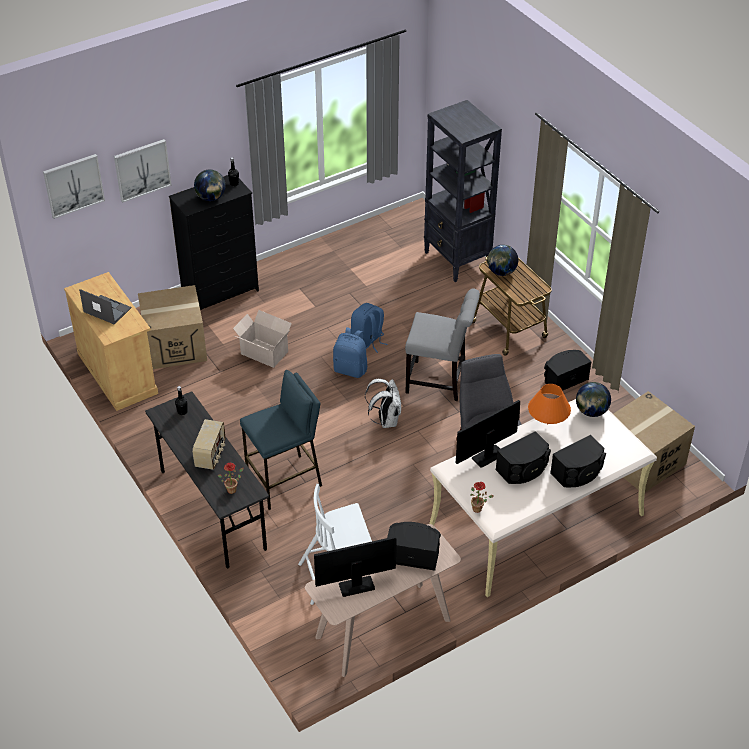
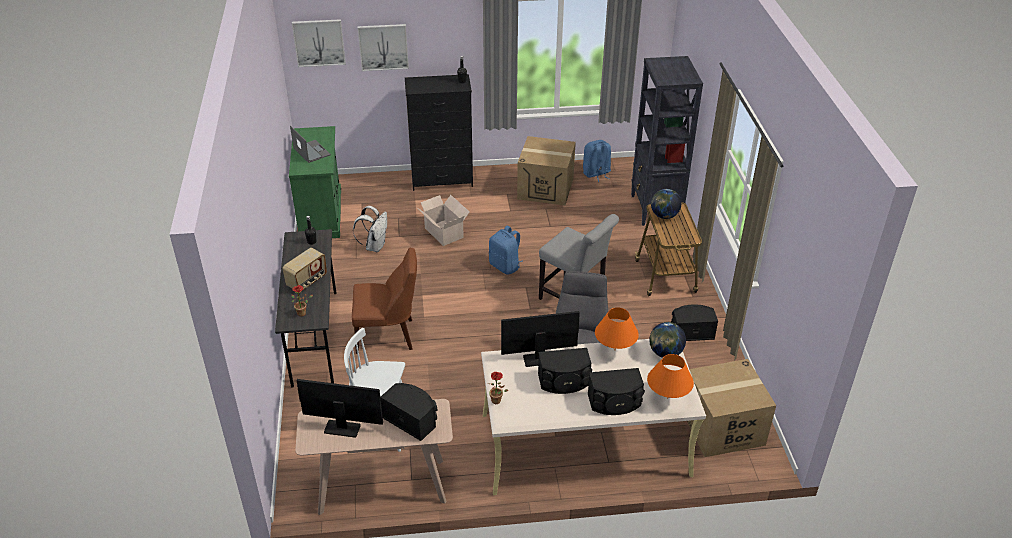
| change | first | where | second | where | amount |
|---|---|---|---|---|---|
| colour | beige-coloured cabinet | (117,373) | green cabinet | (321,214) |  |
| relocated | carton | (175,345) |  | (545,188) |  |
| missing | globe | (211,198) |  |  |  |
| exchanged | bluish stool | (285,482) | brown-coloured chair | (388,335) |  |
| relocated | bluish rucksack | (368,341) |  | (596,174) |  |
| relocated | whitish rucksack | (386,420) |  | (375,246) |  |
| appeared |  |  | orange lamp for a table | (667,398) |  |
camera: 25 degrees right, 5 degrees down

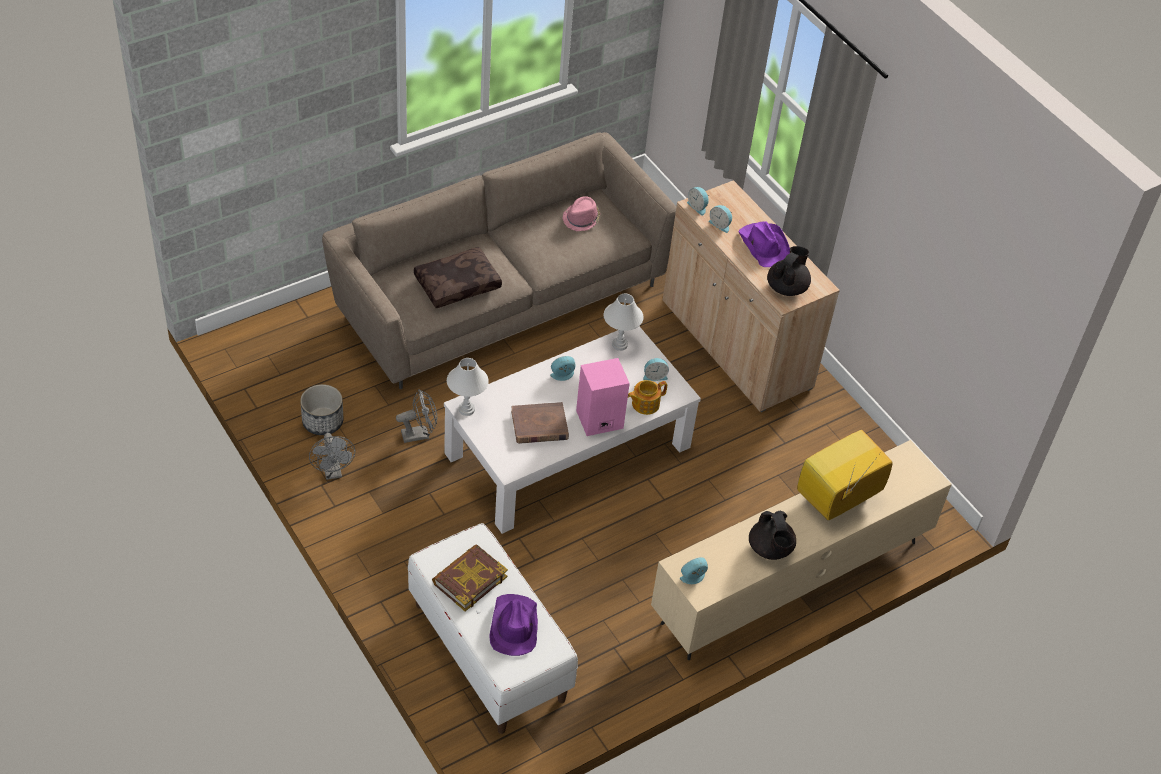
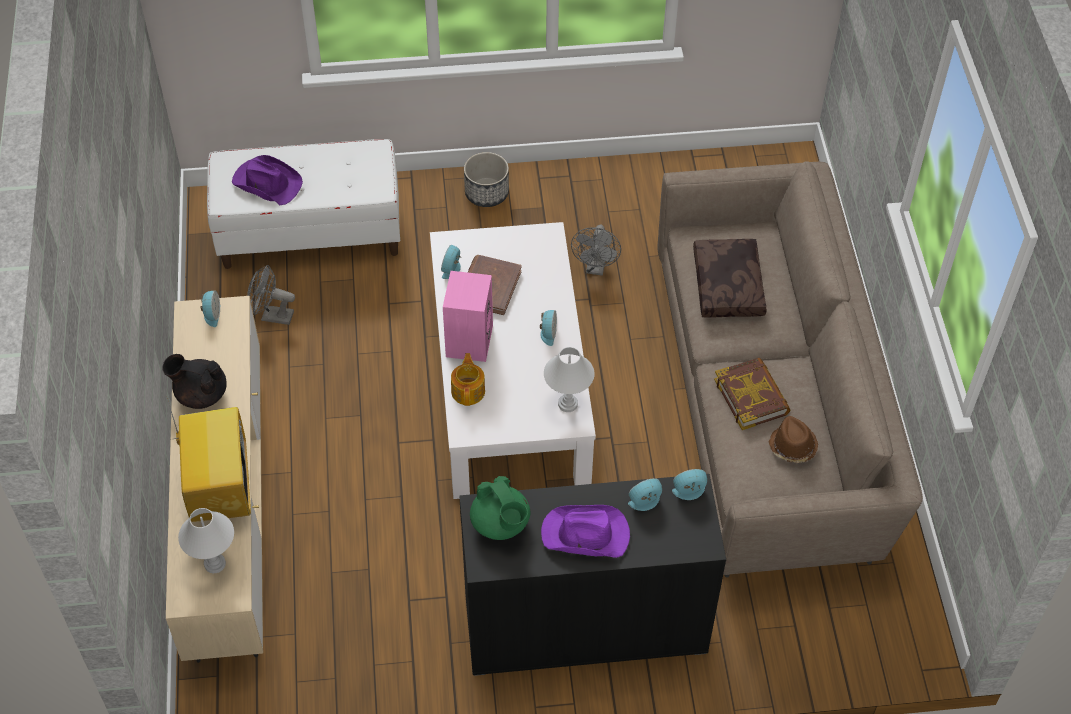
| change | first | where | second | where | amount |
|---|---|---|---|---|---|
| relocated | plant pot | (322,421) |  | (487,192) |  |
| relocated | grey cooling fan | (333,472) |  | (272,316) |  |
| relocated | book | (469,580) |  | (751,396) |  |
| relocated | whitish lamp for a table | (467,409) |  | (214,564) |  |
| colour | pinkish wearable hat | (581,219) | brown-coloured wearable hat | (792,446) |  |
| relocated | table clock | (654,376) |  | (452,269) |  |
| colour | beige-coloured cabinet | (736,345) | black cabinet | (584,623) |  |
| colour | black teapot | (787,287) | green teapot | (501,524) |  |
camera: 120 degrees right, 5 degrees up

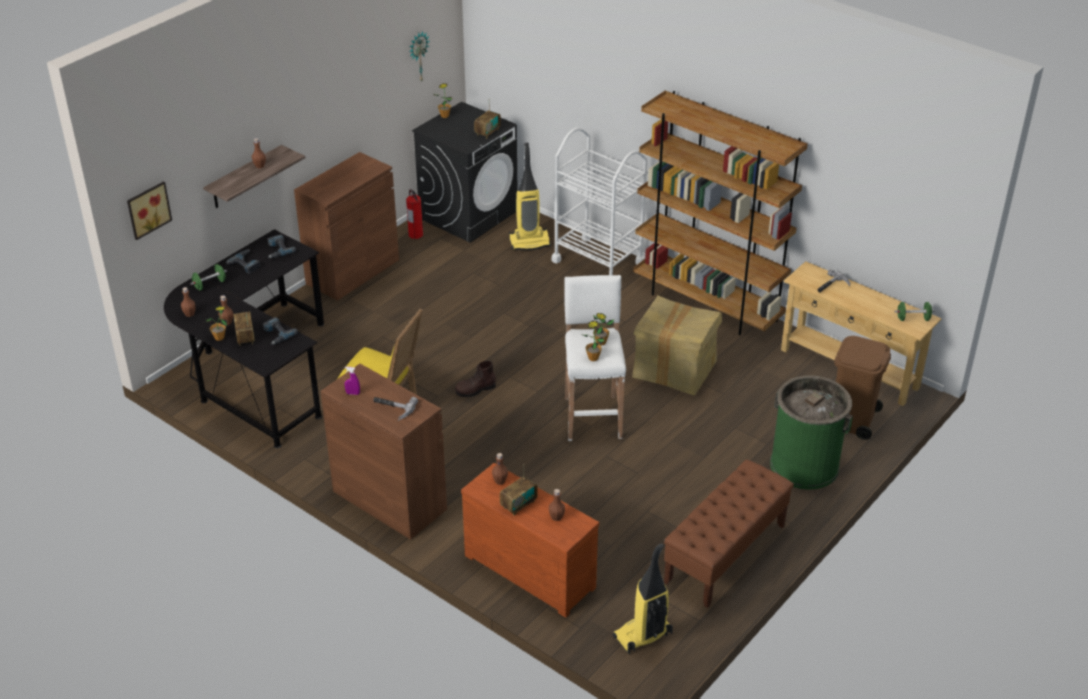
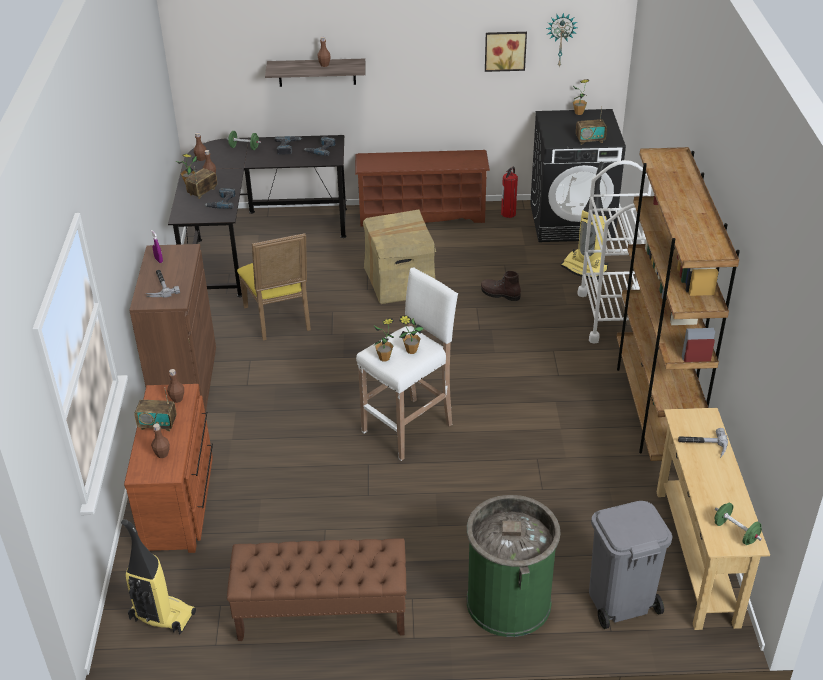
| change | first | where | second | where | amount |
|---|---|---|---|---|---|
| relocated | wall art | (147,209) |  | (505,50) |  |
| exchanged | brown-coloured cabinet | (352,272) | brown-coloured shoe stand | (422,214) |  |
| relocated | brown-coloured high-top boot | (475,390) |  | (500,294) |  |
| relocated | carton | (675,370) |  | (400,282) |  |
| colour | brown-coloured rubbish bin | (852,420) | grey rubbish bin | (620,601) |  |
camera: 50 degrees right, 0 degrees up

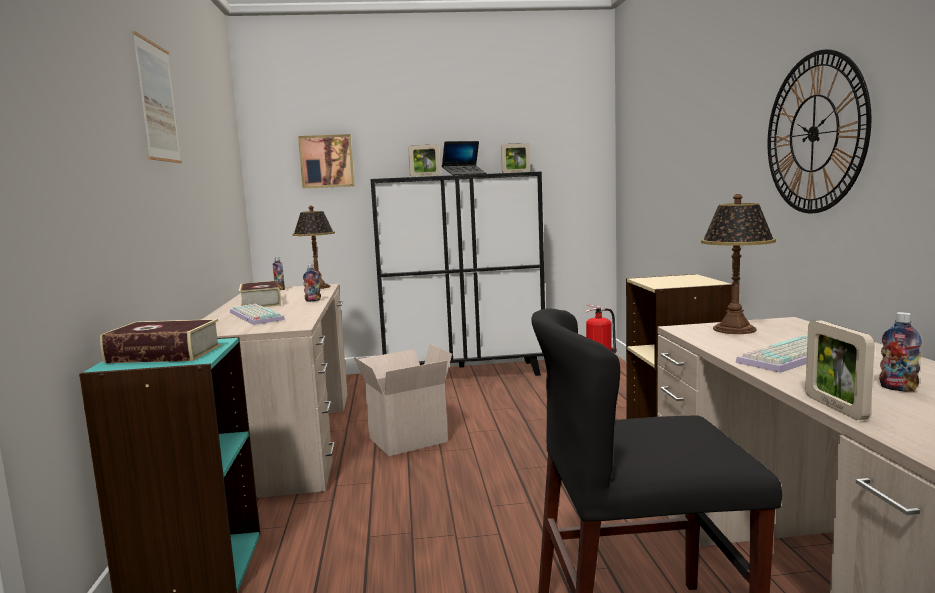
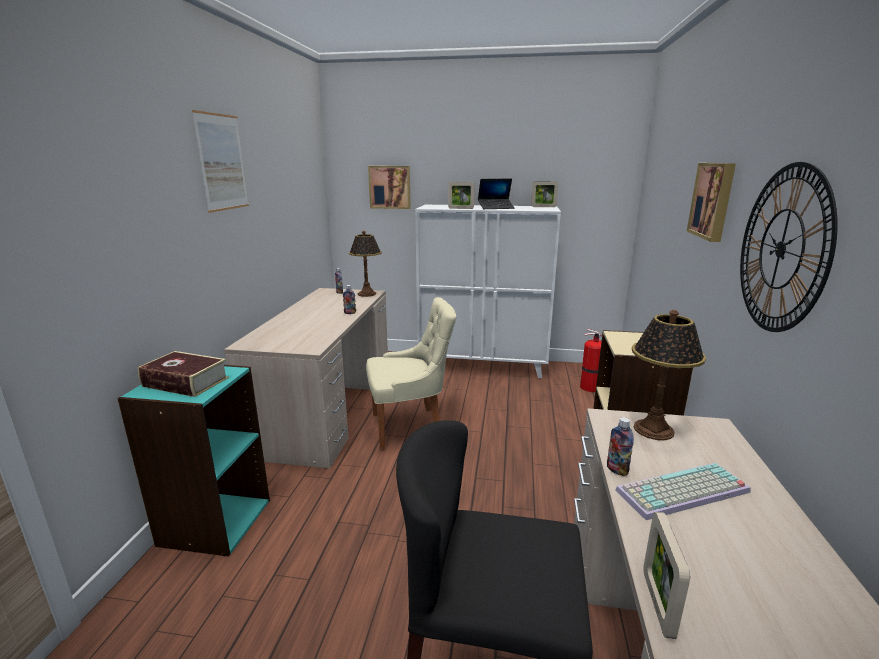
| change | first | where | second | where | amount |
|---|---|---|---|---|---|
| missing | computer keyboard | (254,316) |  |  |  |
| missing | book | (261,302) |  |  |  |
| exchanged | carton | (408,439) | beige-coloured chair | (410,427) |  |
| colour | black cabinet | (464,373) | whitish cabinet | (483,366) |  |
| relocated | beverage bottle | (898,388) |  | (617,470) |  |
| appeared |  |  | wall art | (713,200) |  |
camera: 15 degrees right, 10 degrees up

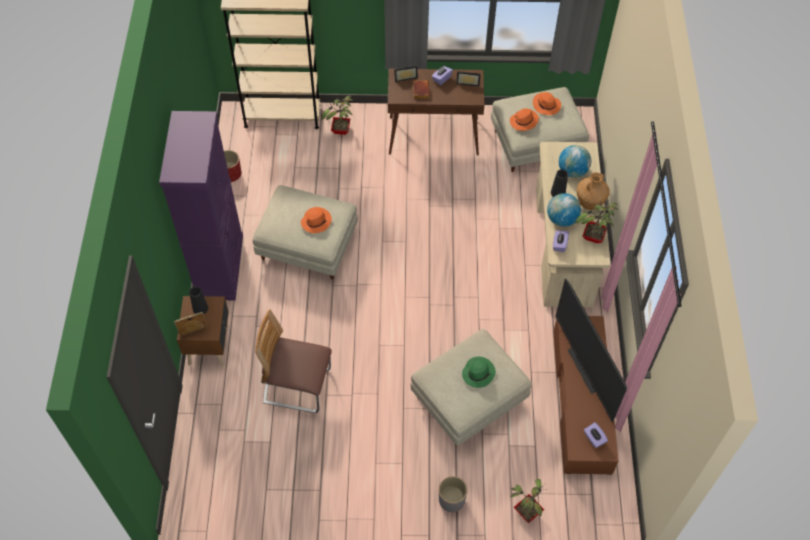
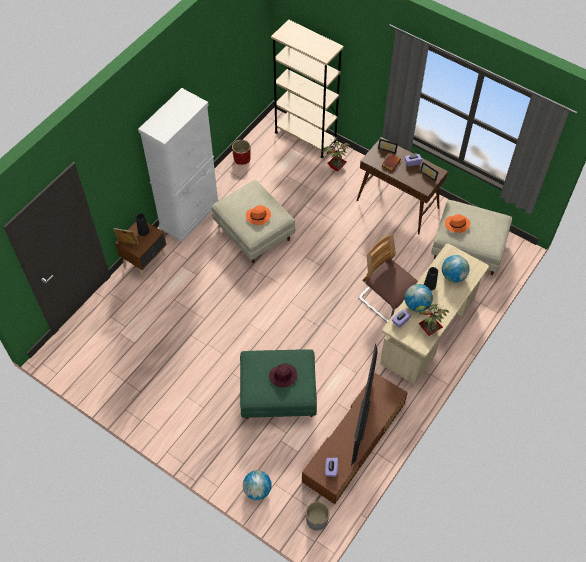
| change | first | where | second | where | amount |
|---|---|---|---|---|---|
| colour | purple-coloured cabinet | (220,266) | whitish cabinet | (189,215) |  |
| relocated | chair | (297,386) |  | (386,300) |  |
| colour | beige-coloured ottoman | (468,400) | green ottoman | (277,394) |  |
| relocated | grey plant pot | (451,500) |  | (317,520) |  |
| colour | green wearable hat | (478,373) | purple-coloured wearable hat | (283,376) |  |
| exchanged | potted plant | (526,511) | globe | (257,490) |  |
| missing | orange wearable hat | (546,105) |  |  |  |
| missing | brown-coloured decorative vase | (589,203) |  |  |  |
camera: 35 degrees right, 0 degrees up

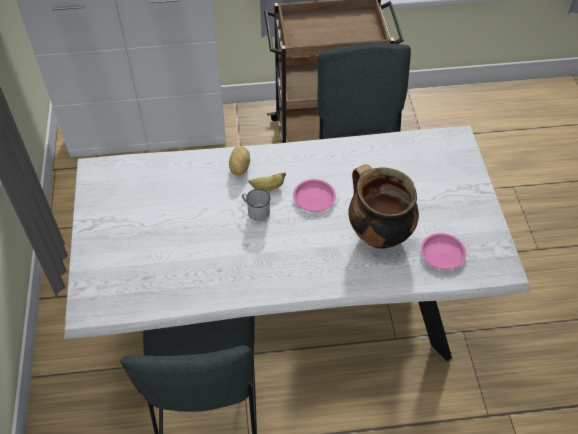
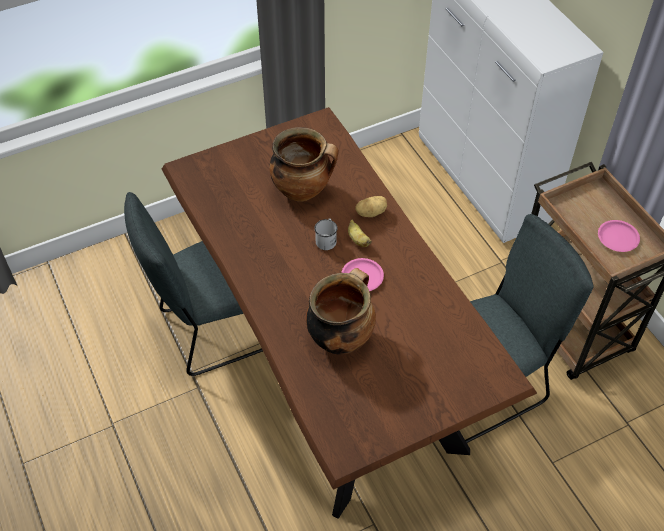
| change | first | where | second | where | amount |
|---|---|---|---|---|---|
| colour | whitish kitchen table | (288,311) | brown-coloured kitchen table | (332,360) |  |
| relocated | pinkish dinner plate | (443,253) |  | (618,238) |  |
| appeared |  |  | cooking pot | (303,190) |  |
camera: 70 degrees right, 0 degrees up

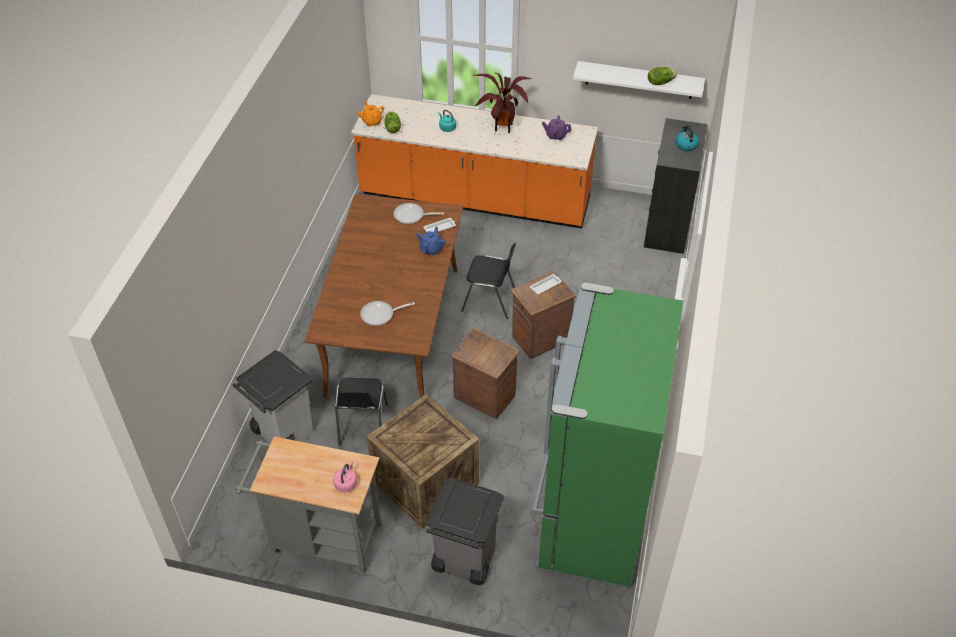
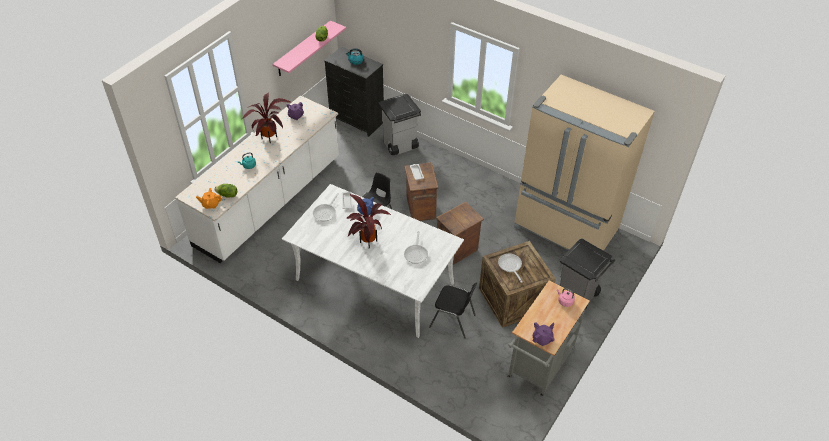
| change | first | where | second | where | amount |
|---|---|---|---|---|---|
| relocated | grey rubbish bin | (282,432) |  | (399,146) |  |
| colour | brown-coloured kitchen table | (394,331) | whitish kitchen table | (375,281) |  |
| colour | orange kitchen counter | (475,199) | whitish kitchen counter | (269,202) |  |
| colour | green refrigerator | (591,517) | beige-coloured refrigerator | (565,229) |  |
| colour | whitish shelf | (639,80) | pinkish shelf | (303,49) |  |
| appeared |  |  | potted plant | (366,242) |  |
| appeared |  |  | skillet | (510,266) |  |
| appeared |  |  | purple-coloured teapot | (542,339) |  |
camera: 70 degrees left, 0 degrees up

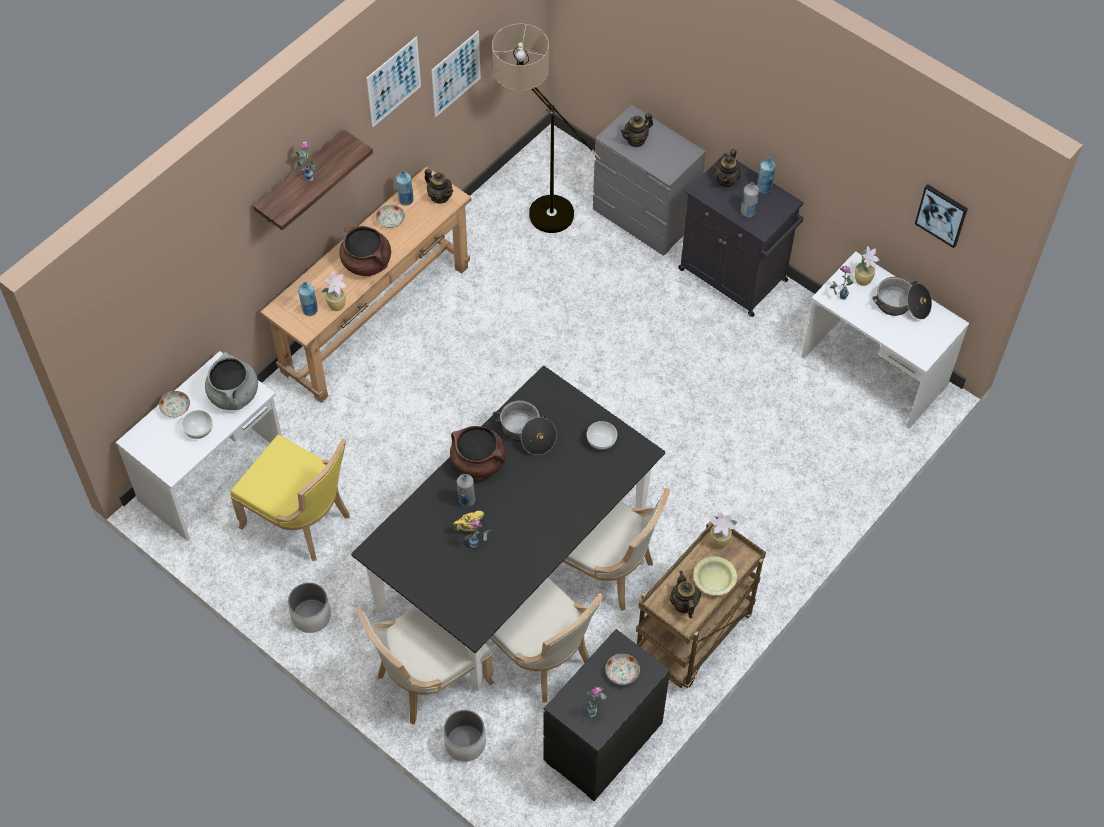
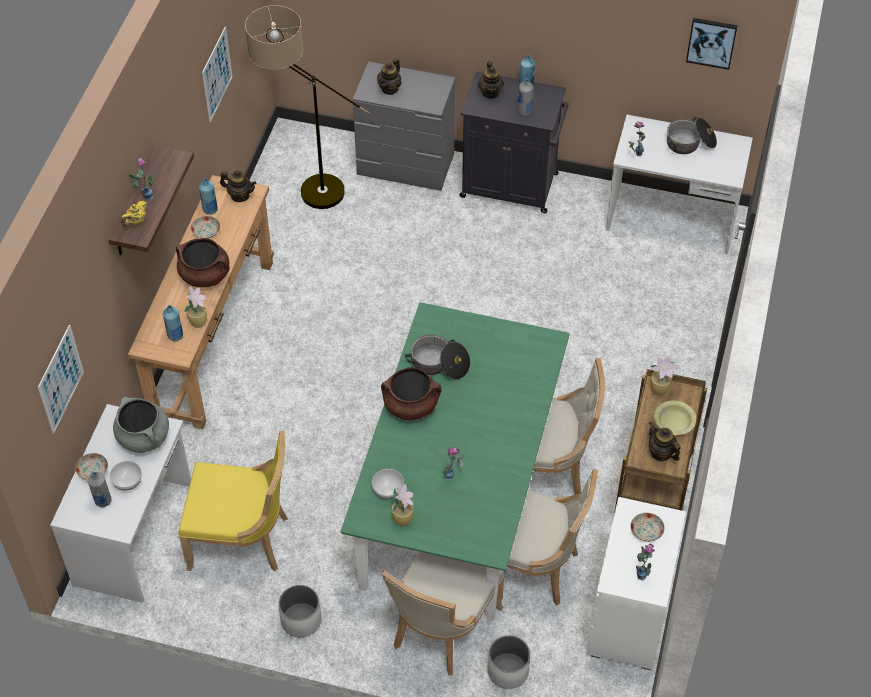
| change | first | where | second | where | amount |
|---|---|---|---|---|---|
| colour | black kitchen table | (512,562) | green kitchen table | (459,496) |  |
| relocated | wall art | (394,82) |  | (60,379) |  |
| relocated | yellow-coloured teapot | (468,527) |  | (136,222) |  |
| relocated | grey beverage bottle | (466,500) |  | (103,501) |  |
| colour | black dresser | (602,743) | whitish dresser | (628,617) |  |
| relocated | bowl | (601,441) |  | (388,490) |  |
| relocated | potted plant | (863,279) |  | (403,518) |  |
camera: 25 degrees left, 5 degrees down

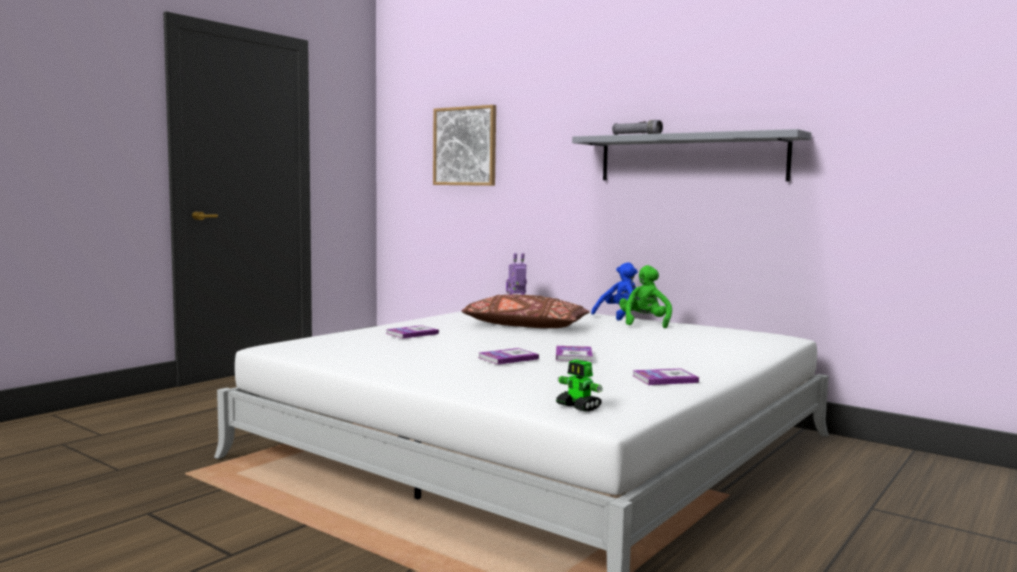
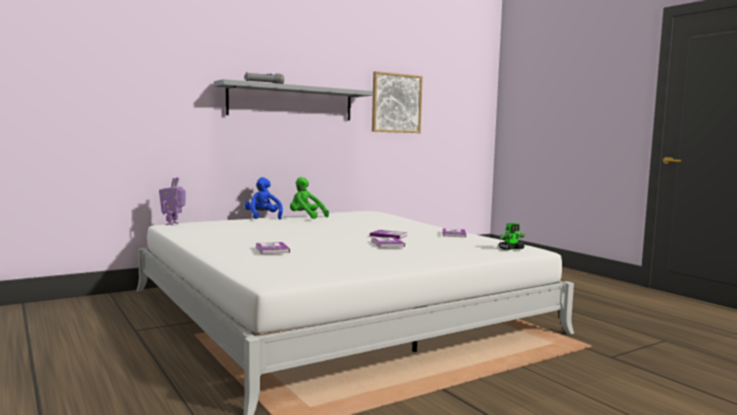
| change | first | where | second | where | amount |
|---|---|---|---|---|---|
| relocated | wall art | (465,146) |  | (396,103) |  |
| missing | brown-coloured throw pillow | (524,326) |  |  |  |
camera: 70 degrees left, 0 degrees up

